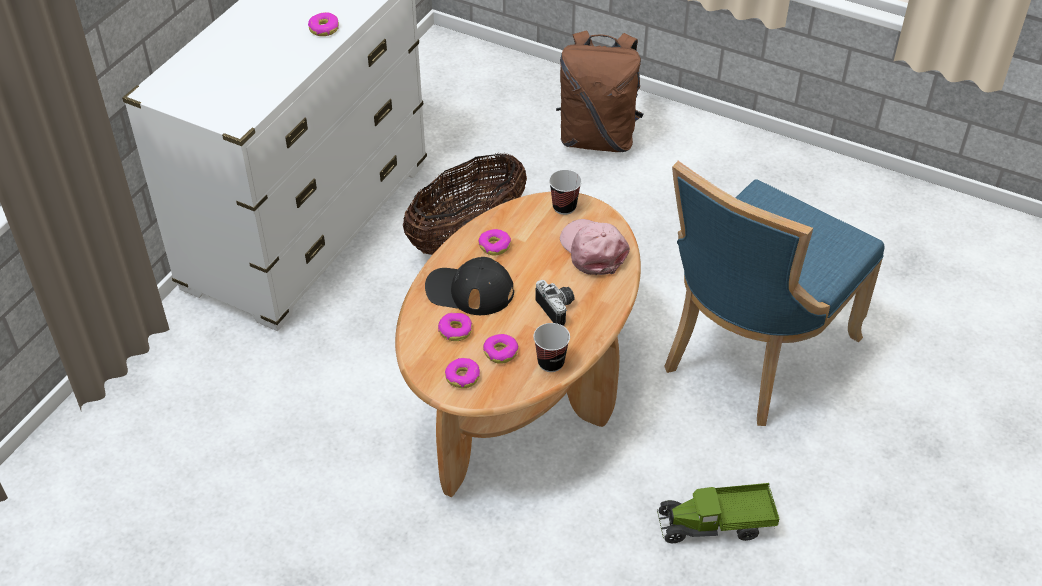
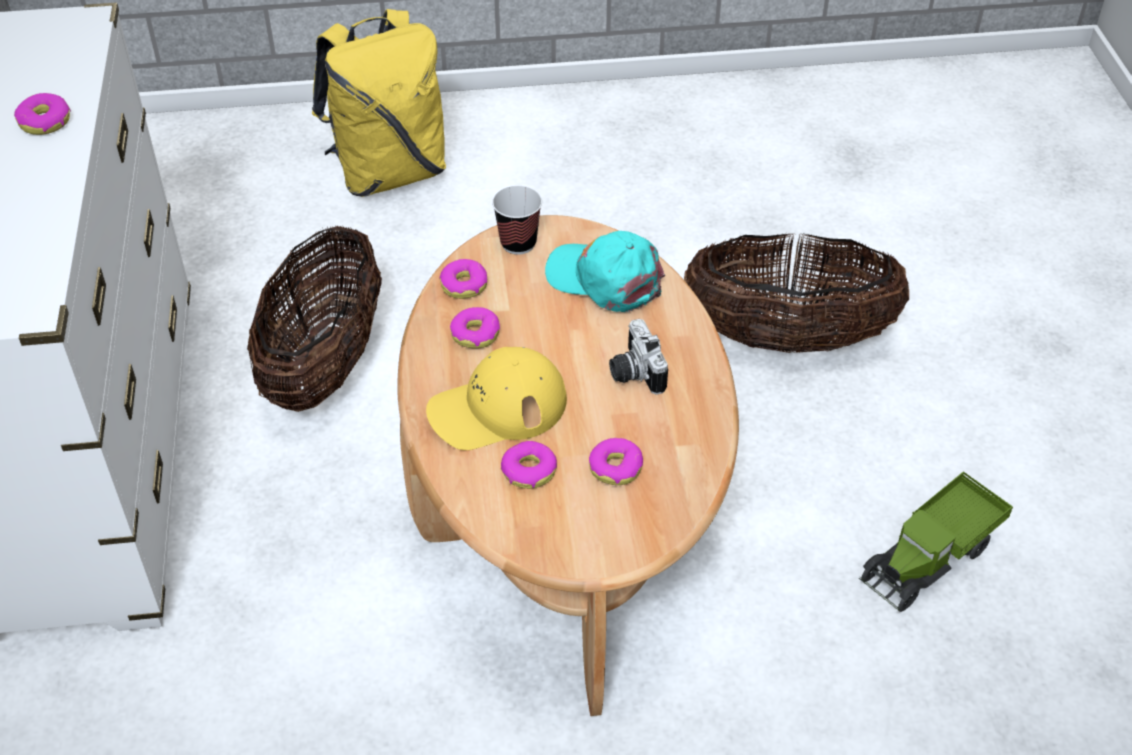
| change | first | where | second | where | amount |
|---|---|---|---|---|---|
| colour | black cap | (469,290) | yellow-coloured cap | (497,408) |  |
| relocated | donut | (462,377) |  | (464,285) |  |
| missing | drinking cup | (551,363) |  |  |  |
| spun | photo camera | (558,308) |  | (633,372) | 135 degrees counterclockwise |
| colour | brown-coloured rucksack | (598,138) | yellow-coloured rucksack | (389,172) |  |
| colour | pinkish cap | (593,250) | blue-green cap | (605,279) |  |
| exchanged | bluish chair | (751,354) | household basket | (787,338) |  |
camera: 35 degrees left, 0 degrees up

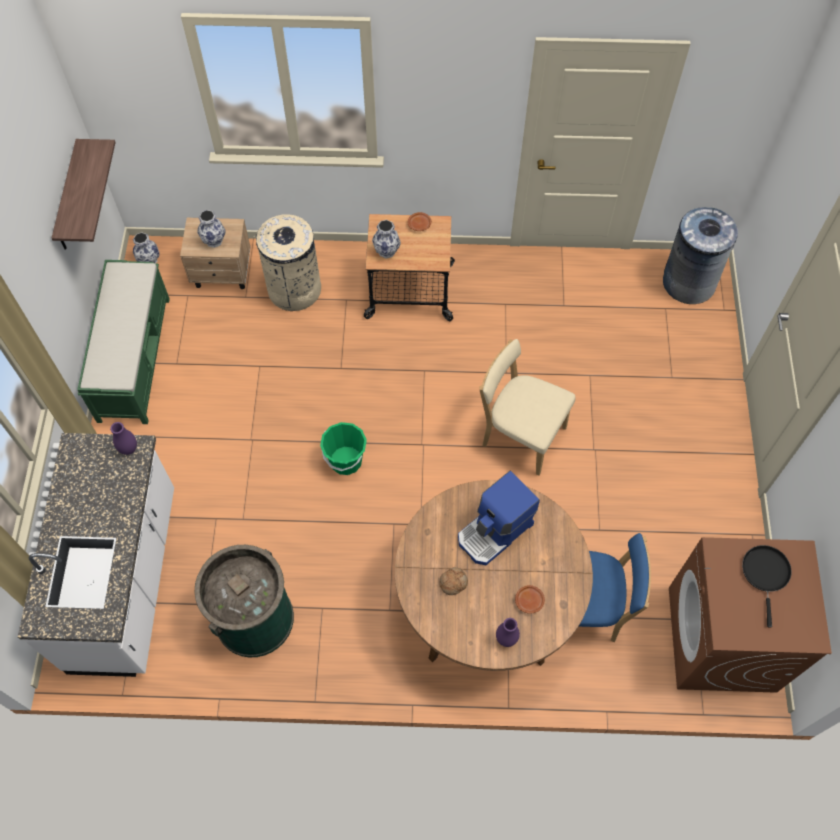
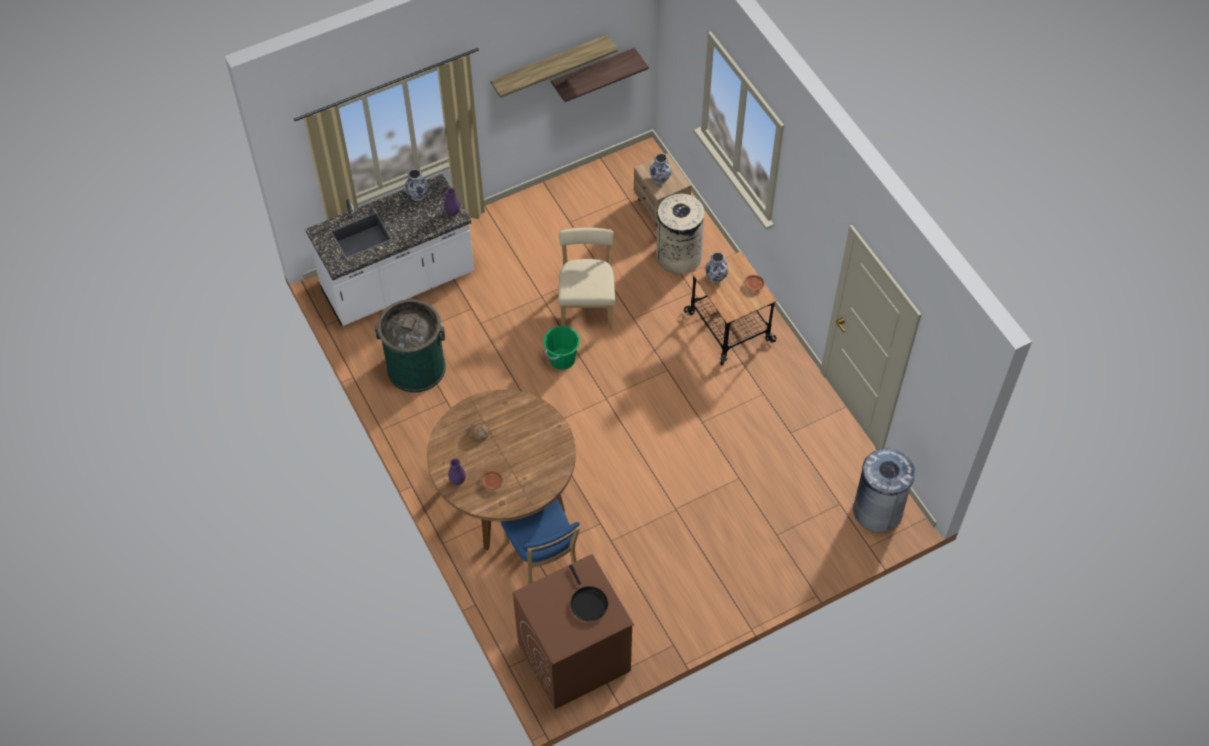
| change | first | where | second | where | amount |
|---|---|---|---|---|---|
| missing | green long seat | (134,357) |  |  |  |
| relocated | decorative vase | (149,260) |  | (418,195) |  |
| missing | coffee maker | (495,532) |  |  |  |
| relocated | beige-coloured chair | (520,435) |  | (587,305) |  |
| spun | black skillet | (765,574) |  | (587,602) | 90 degrees clockwise |
| appeared |  |  | shelf | (549,66) |  |
camera: 60 degrees right, 5 degrees down

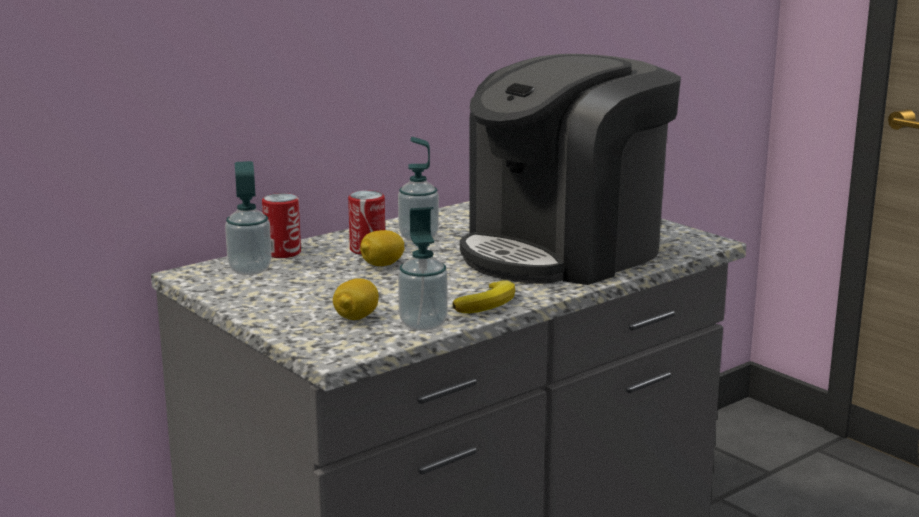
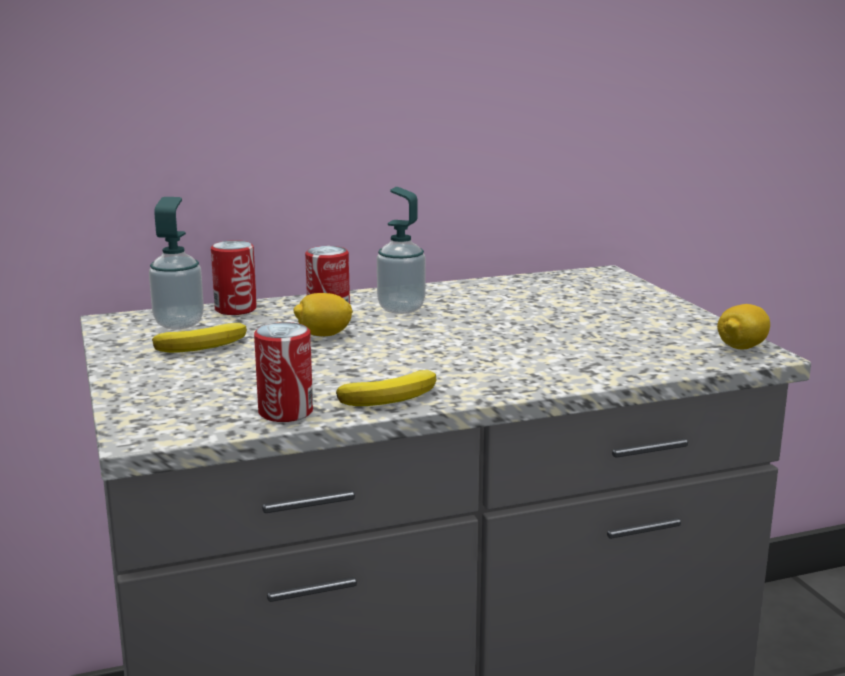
| change | first | where | second | where | amount |
|---|---|---|---|---|---|
| relocated | citrus fruit | (356,318) |  | (741,348) |  |
| exchanged | liquid soap bottle | (423,324) | sealed can | (285,412) |  |
| missing | coffee maker | (564,251) |  |  |  |
| appeared |  |  | banana | (206,345) |  |
camera: 20 degrees right, 0 degrees up

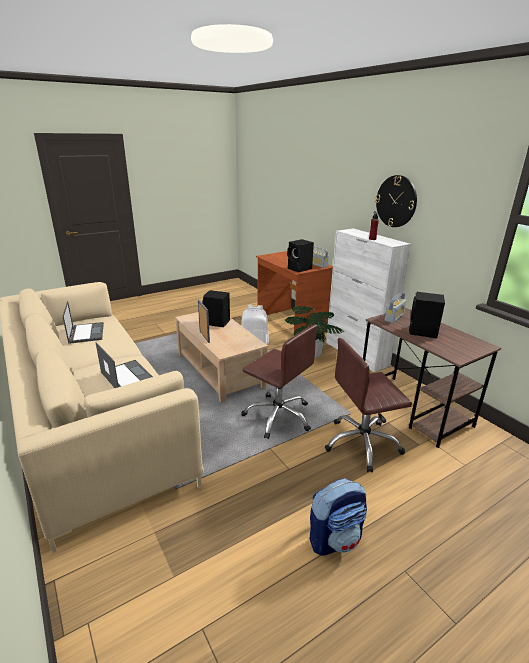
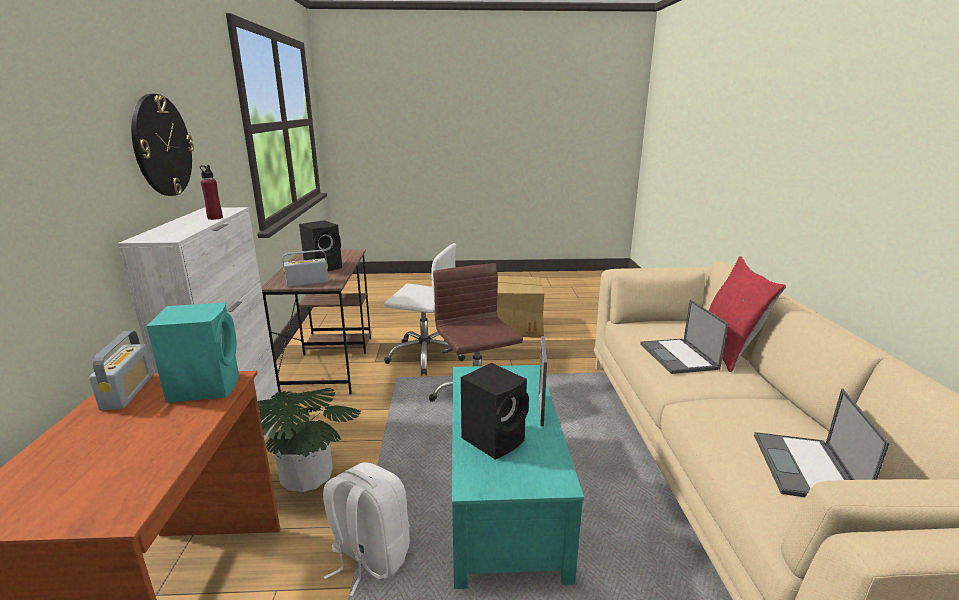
| change | first | where | second | where | amount |
|---|---|---|---|---|---|
| colour | beige-coloured coffee table | (219,371) | blue-green coffee table | (505,498) |  |
| colour | black speaker | (300,269) | blue-green speaker | (206,386) |  |
| exchanged | rucksack | (335,539) | carton | (513,326) |  |
| colour | brown-coloured desk chair | (362,444) | whitish desk chair | (425,355) |  |
| appeared |  |  | reddish throw pillow | (728,351) |  |
camera: 150 degrees left, 5 degrees down

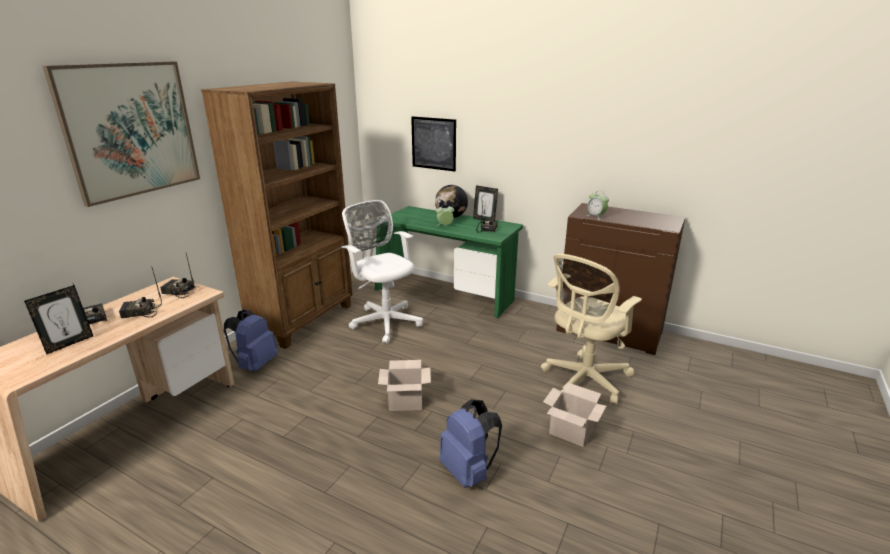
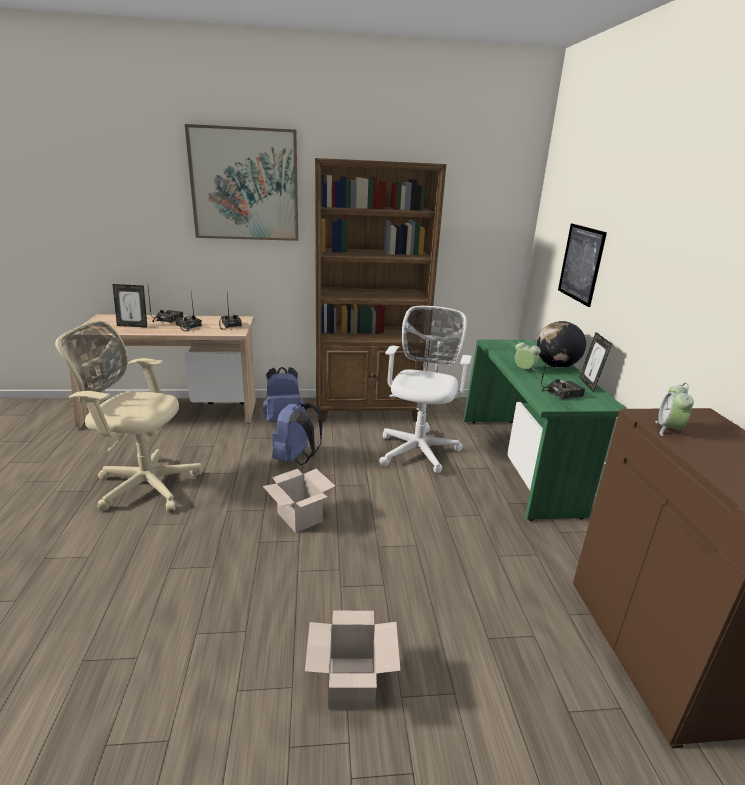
| change | first | where | second | where | amount |
|---|---|---|---|---|---|
| relocated | bluish rucksack | (468,471) |  | (296,459) |  |
| relocated | beige-coloured desk chair | (583,381) |  | (144,484) |  |
camera: 55 degrees right, 0 degrees up

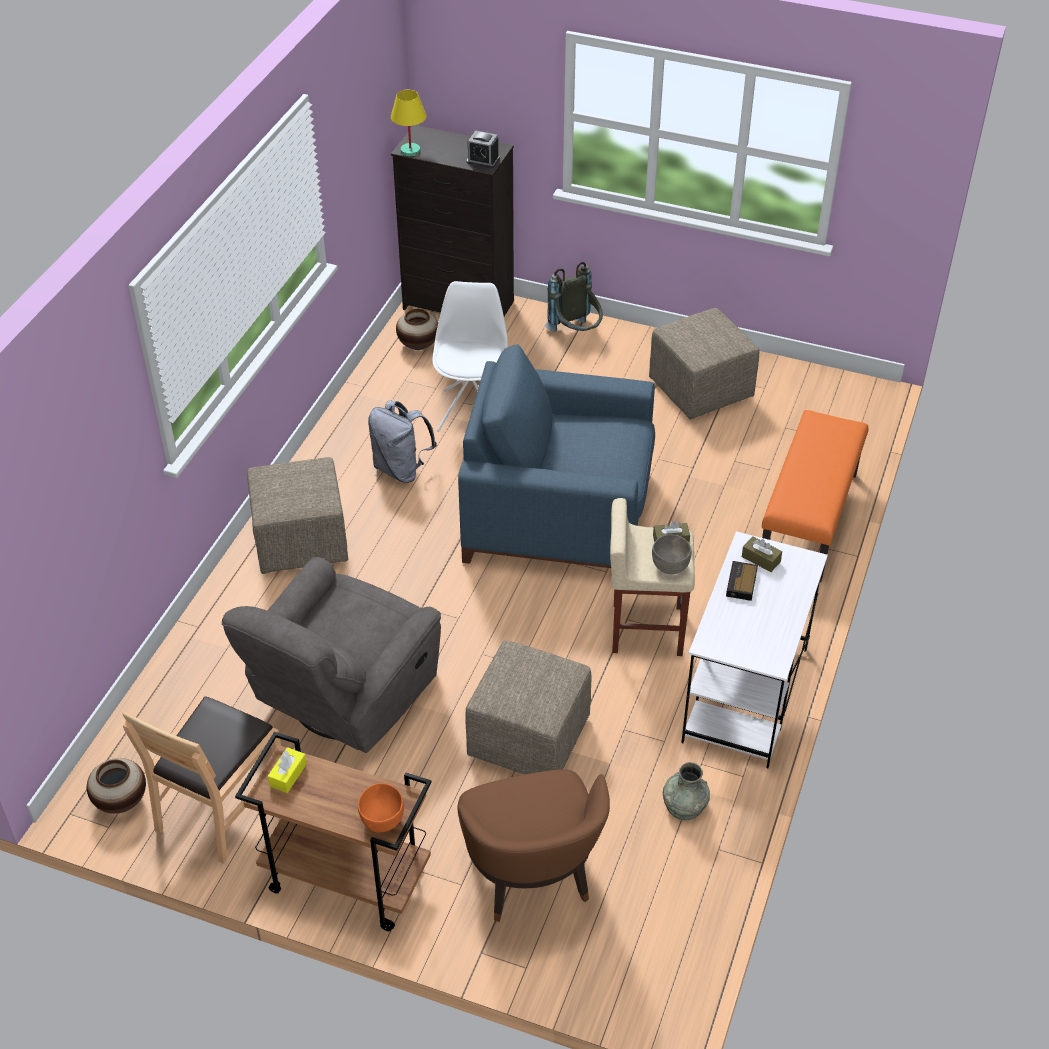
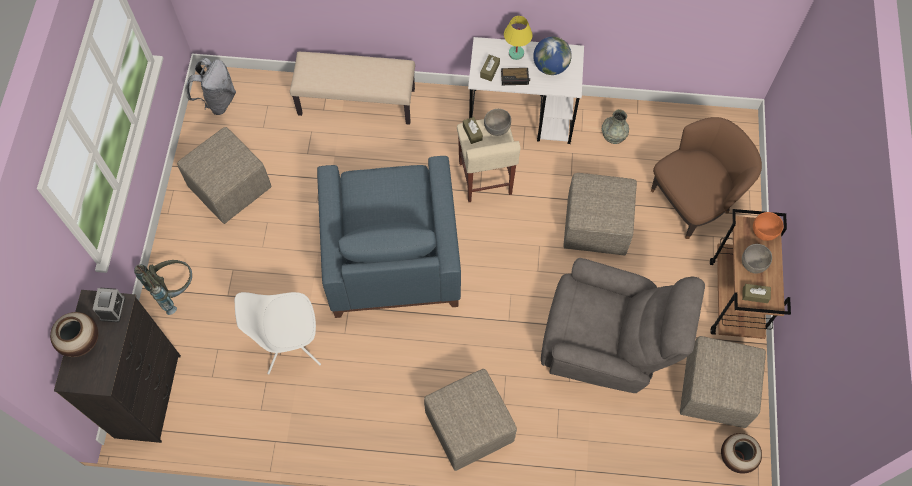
| change | first | where | second | where | amount |
|---|---|---|---|---|---|
| exchanged | brown-coloured chair | (220,806) | beige-coloured ottoman | (715,392) |  |
| colour | yellow-coloured tissue holder | (288,775) | brown-coloured tissue holder | (755,295) |  |
| relocated | grey rucksack | (401,469) |  | (218,101) |  |
| relocated | yellow-coloured lamp for a table | (410,151) |  | (516,53) |  |
| relocated | decorative vase | (418,345) |  | (82,341) |  |
| colour | orange long seat | (809,520) | beige-coloured long seat | (357,101) |  |
| appeared |  |  | globe | (550,67) |  |
| appeared |  |  | grey bowl | (752,264) |  |
camera: 105 degrees left, 20 degrees up

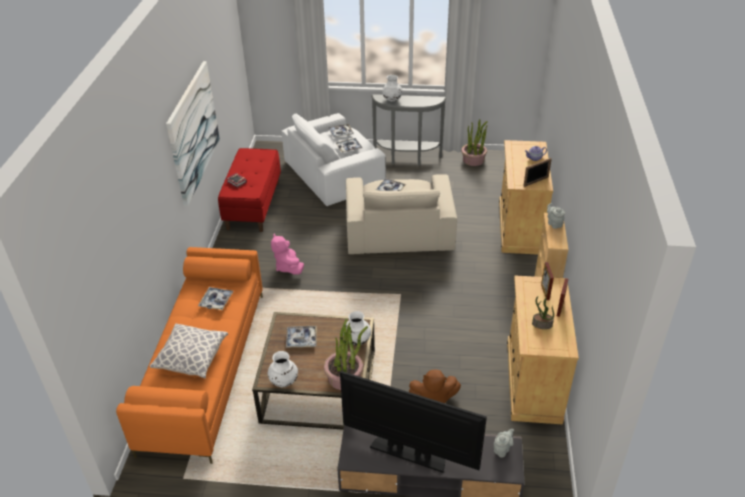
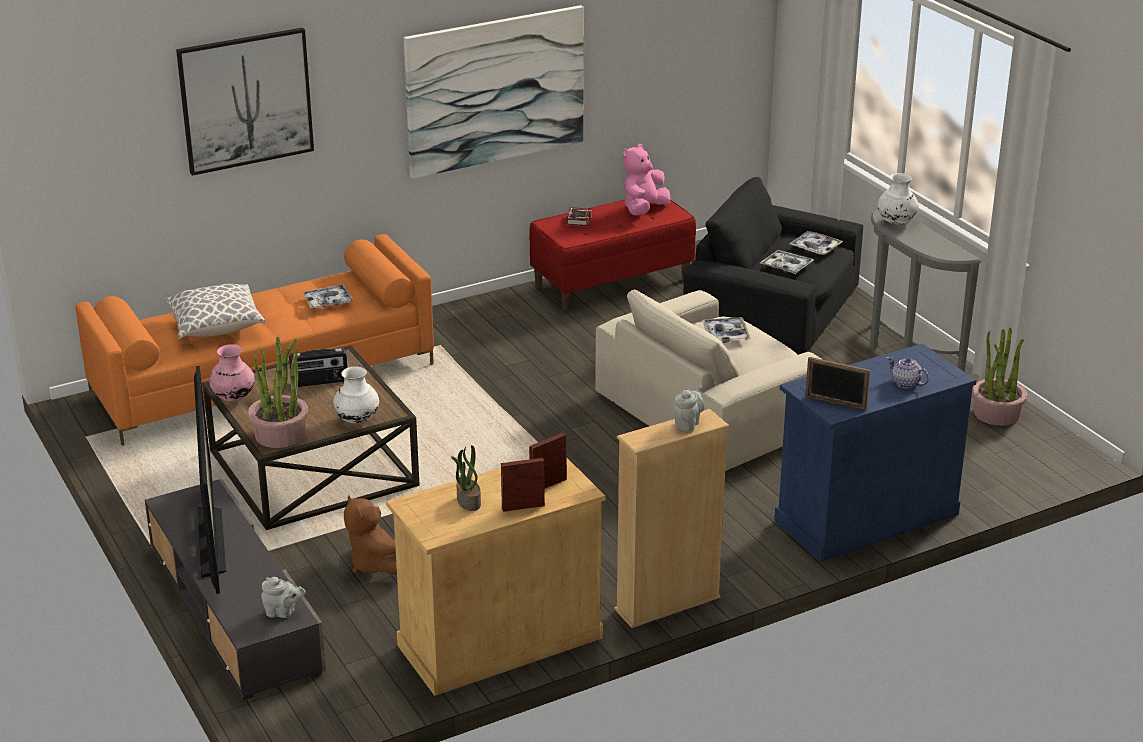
| change | first | where | second | where | amount |
|---|---|---|---|---|---|
| colour | whitish decorative vase | (284,381) | pinkish decorative vase | (233,397) |  |
| relocated | pinkish soft toy | (288,267) |  | (644,210) |  |
| colour | whitish armchair | (334,173) | black armchair | (774,311) |  |
| exchanged | carrying tray | (301,339) | radio set | (319,382) |  |
| colour | beige-coloured cabinet | (519,227) | bluish cabinet | (866,517) |  |
| appeared |  |  | wall art | (246,100) |  |
camera: 55 degrees right, 10 degrees down

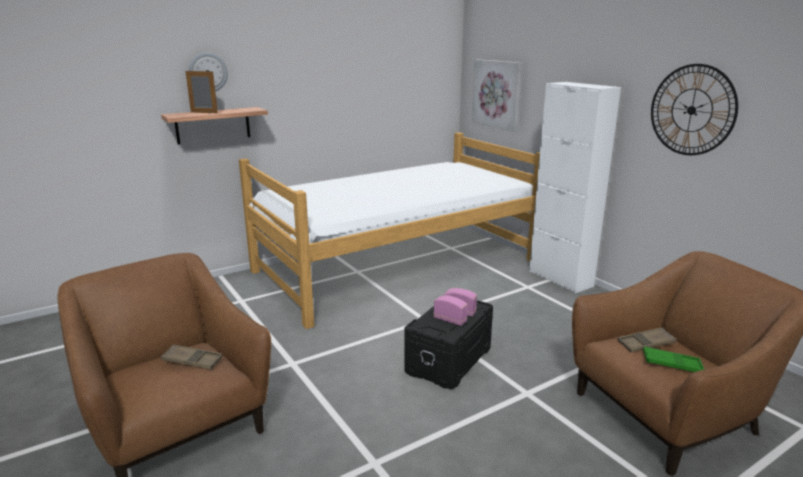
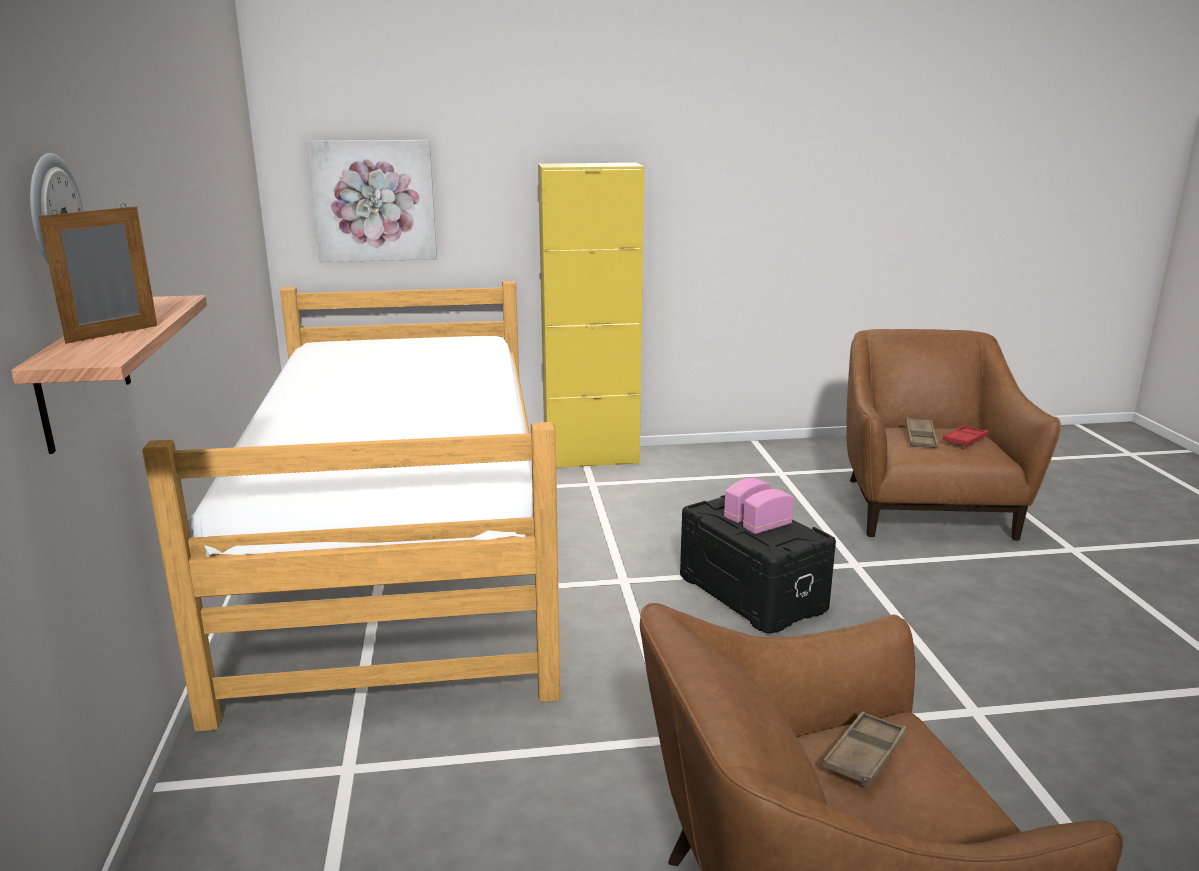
| change | first | where | second | where | amount |
|---|---|---|---|---|---|
| colour | whitish cabinet | (560,279) | yellow-coloured cabinet | (591,459) |  |
| colour | green carrying tray | (672,364) | reddish carrying tray | (965,440) |  |
| missing | hanging clock | (691,110) |  |  |  |
camera: 65 degrees left, 0 degrees up

